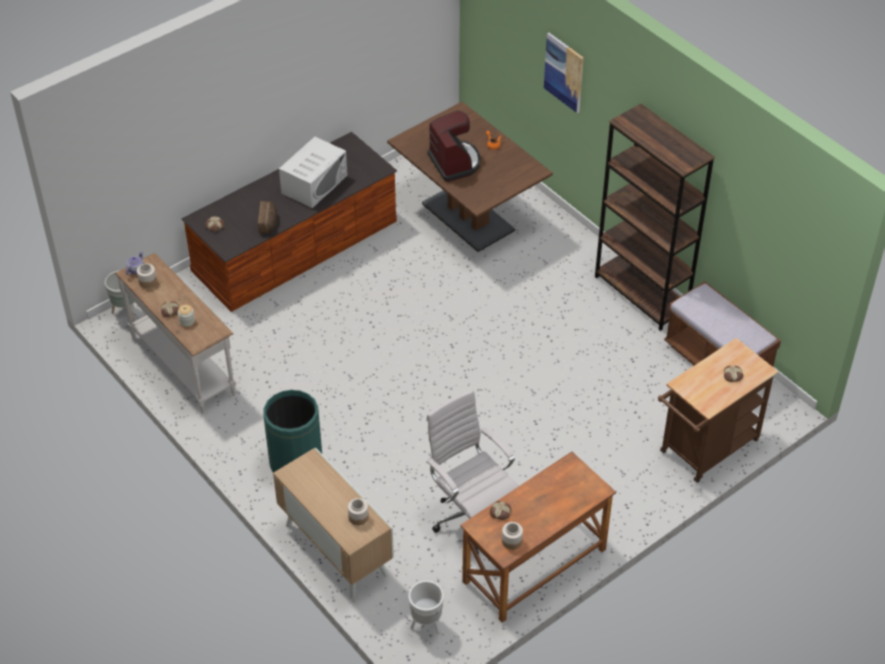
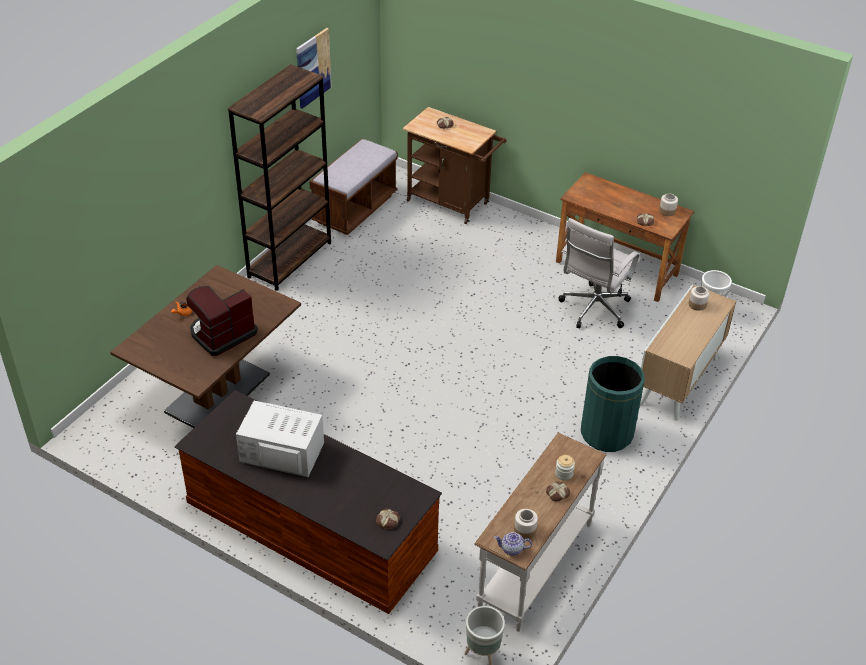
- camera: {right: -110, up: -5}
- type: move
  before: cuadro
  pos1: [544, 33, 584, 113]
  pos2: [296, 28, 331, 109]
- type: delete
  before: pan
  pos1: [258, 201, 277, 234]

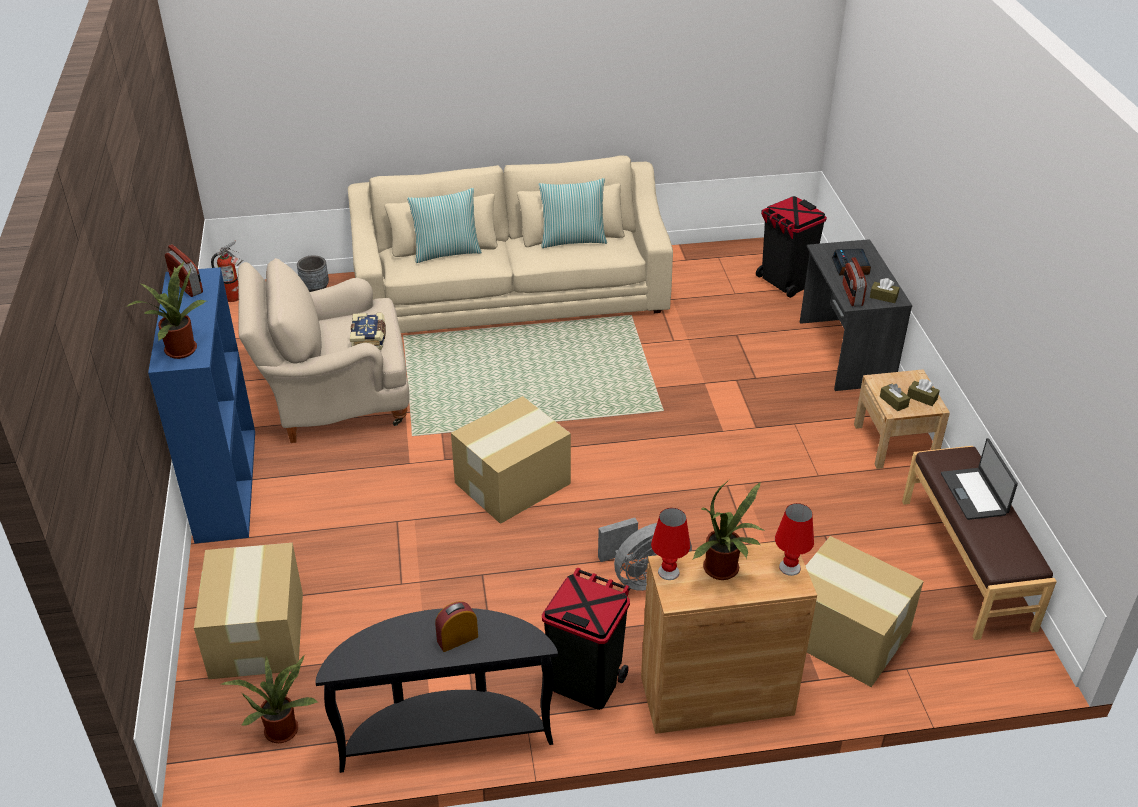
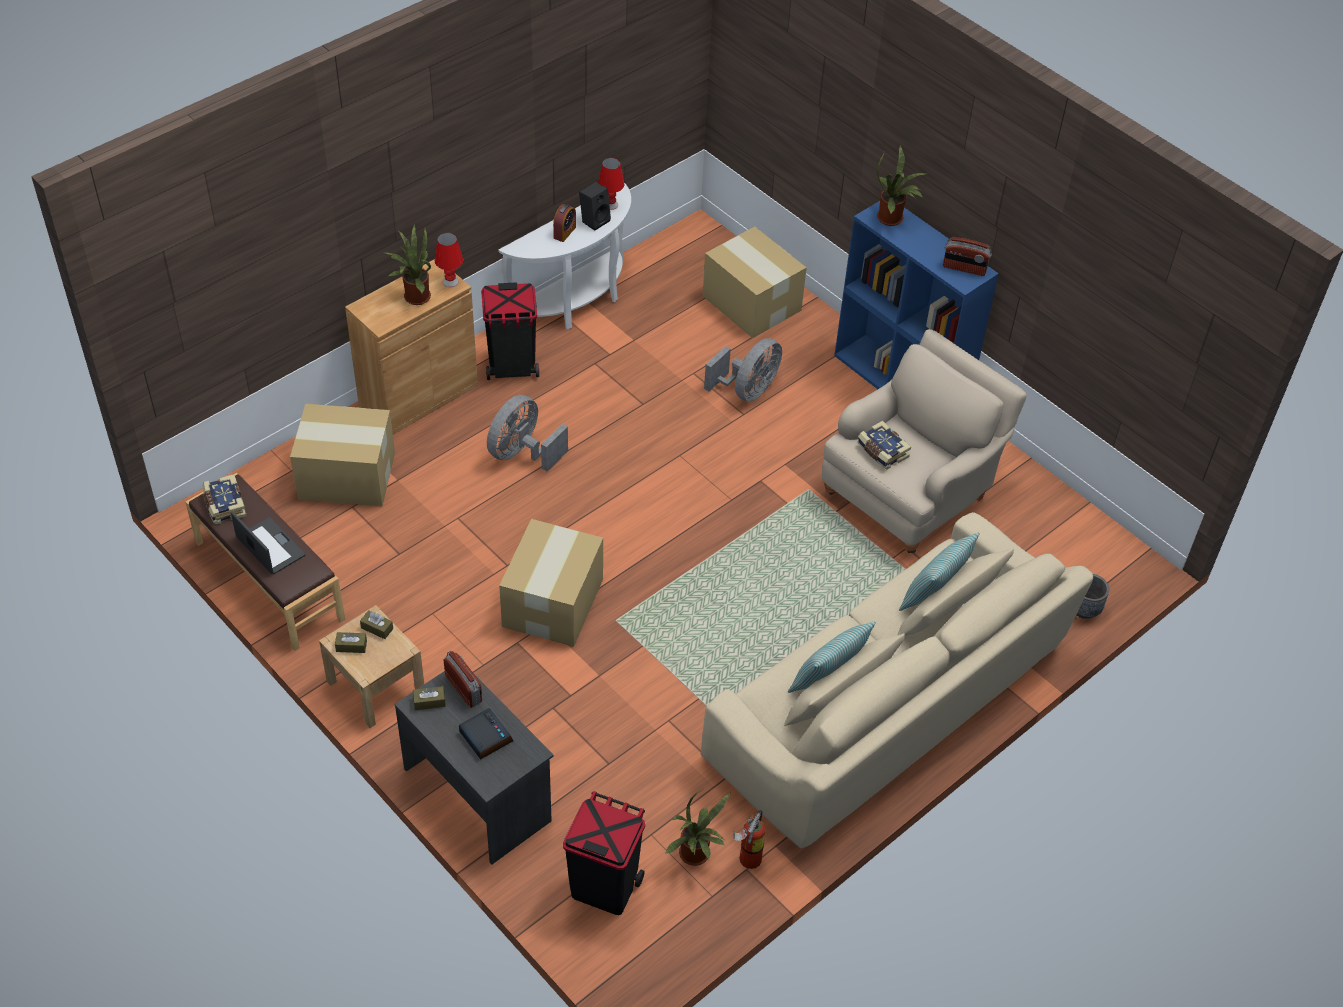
- camera: {right: 145, up: 10}
- type: insert
  after: libro
  pos2: [202, 474, 247, 524]
- type: recolor
  before: mesa consola/negro
  after: mesa consola/blanco
  pos1: [316, 608, 558, 773]
  pos2: [498, 183, 631, 329]
- type: move
  before: caja de cartón
  pos1: [451, 396, 571, 524]
  pos2: [499, 519, 603, 647]
- type: insert
  after: altavoz/negro
  pos2: [579, 182, 611, 231]
- type: move
  before: lámpara de mesa/rojo
  pos1: [775, 503, 814, 576]
  pos2: [598, 158, 624, 210]
- type: move
  before: planta en maceta
  pos1: [221, 655, 319, 743]
  pos2: [665, 789, 731, 866]
- type: insert
  after: ventilador/gris
  pos2: [704, 338, 782, 402]
- type: move
  before: extintor
  pos1: [211, 241, 243, 302]
  pos2: [733, 810, 766, 869]

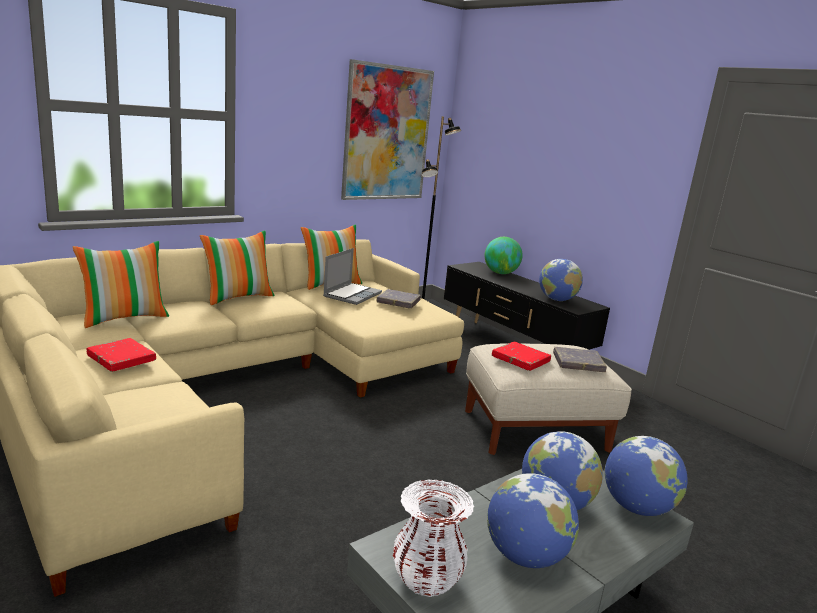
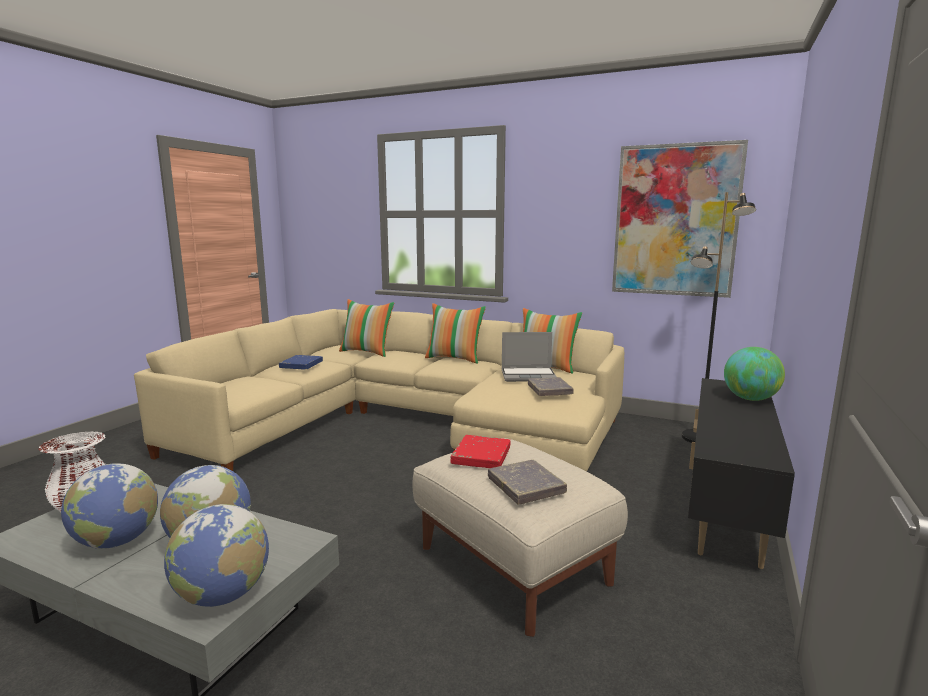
- camera: {right: 65, up: -5}
- type: recolor
  before: libro/rojo
  after: libro/azul
  pos1: [87, 338, 156, 372]
  pos2: [279, 355, 323, 370]
- type: delete
  before: globo terráqueo
  pos1: [539, 259, 583, 301]

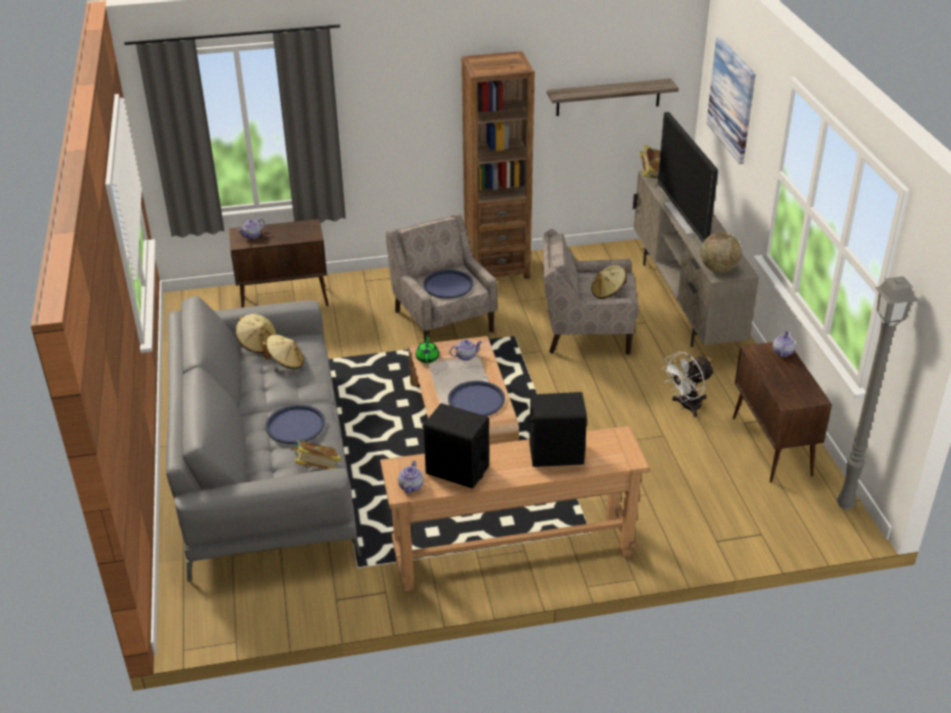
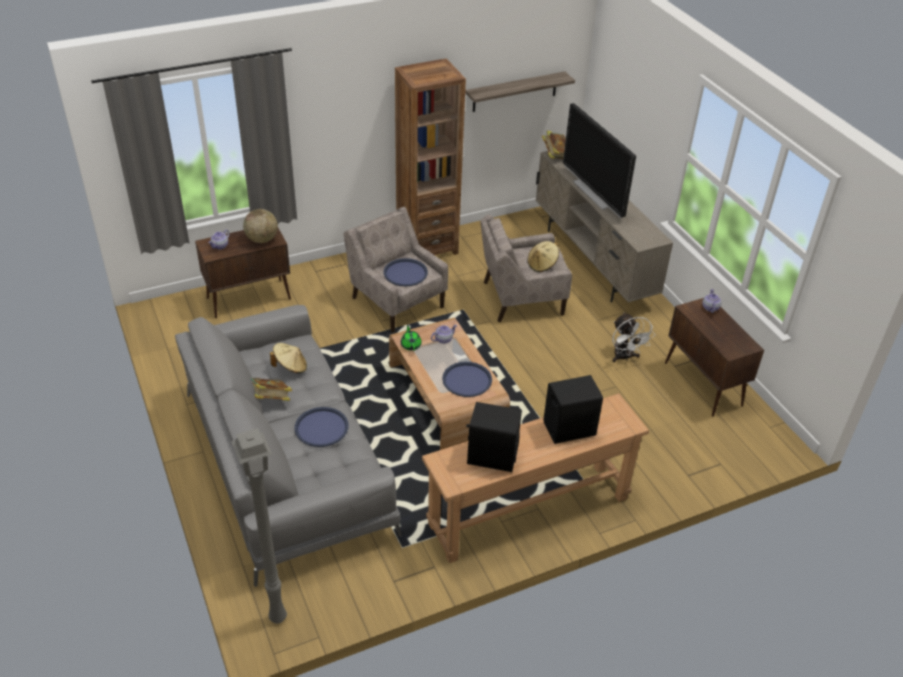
- camera: {right: -15, up: 5}
- type: move
  before: lámpara de pie/gris
  pos1: [837, 276, 918, 510]
  pos2: [231, 428, 287, 624]
- type: move
  before: globo terráqueo
  pos1: [700, 232, 742, 273]
  pos2: [243, 209, 278, 243]
- type: move
  before: libro
  pos1: [291, 440, 341, 469]
  pos2: [251, 378, 292, 401]
- type: rotate
  before: ventilador/blanco
  pos1: [662, 352, 715, 417]
  pos2: [612, 313, 655, 362]
  turn: -60
- type: delete
  before: sombrero/beis
  pos1: [236, 314, 277, 353]
- type: delete
  before: tetera
  pos1: [398, 460, 424, 493]
- type: delete
  before: cuadro
  pos1: [706, 37, 756, 164]

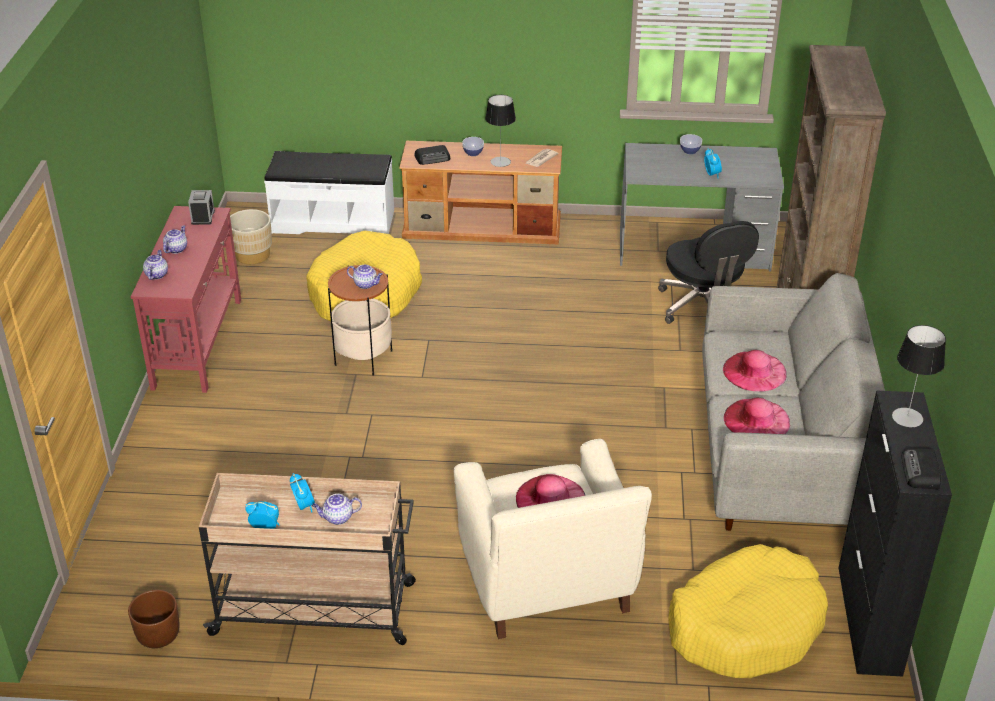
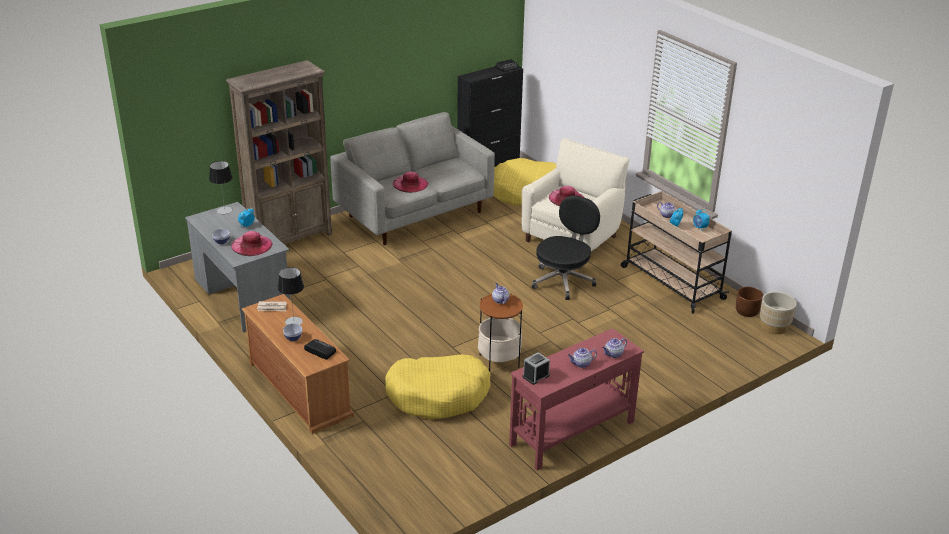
- camera: {right: -130, up: -5}
- type: move
  before: lámpara de mesa
  pos1: [892, 325, 946, 427]
  pos2: [209, 161, 233, 214]
- type: move
  before: sombrero/rosa
  pos1: [723, 398, 790, 434]
  pos2: [231, 231, 272, 256]
- type: move
  before: silla de oficina/negro
  pos1: [658, 221, 759, 324]
  pos2: [531, 195, 600, 300]
- type: move
  before: maceta/beis
  pos1: [230, 209, 272, 264]
  pos2: [760, 292, 797, 334]
- type: delete
  before: banco/blanco
  pos1: [264, 151, 394, 234]

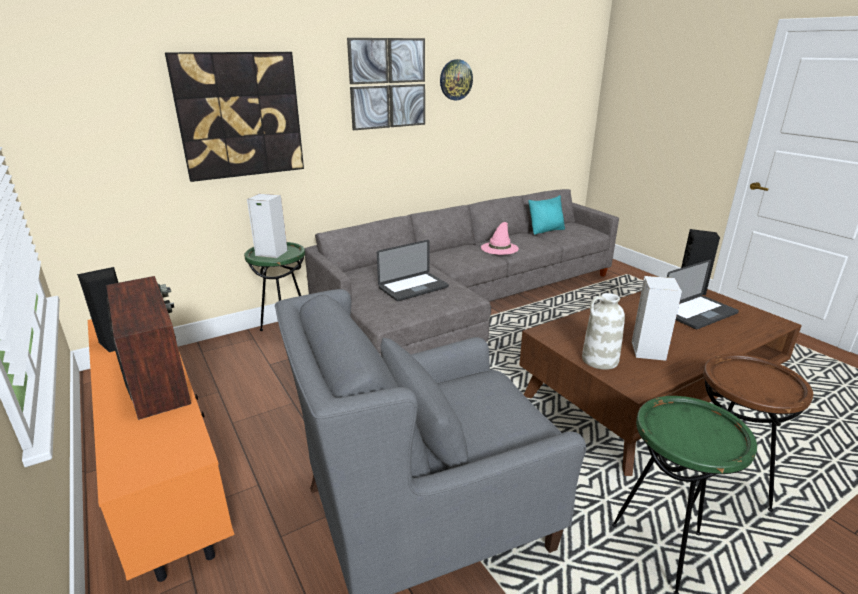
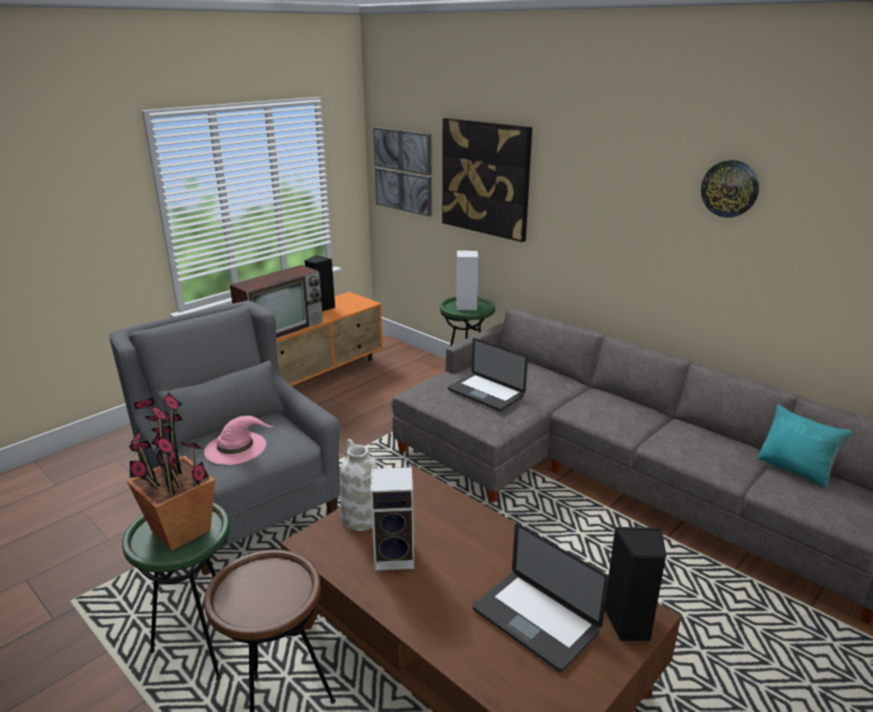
- camera: {right: 75, up: 0}
- type: insert
  after: planta en maceta
  pos2: [127, 393, 215, 551]
- type: move
  before: sombrero/rosa
  pos1: [481, 222, 519, 255]
  pos2: [204, 416, 274, 465]
- type: move
  before: cuadro
  pos1: [347, 38, 425, 130]
  pos2: [373, 127, 432, 216]

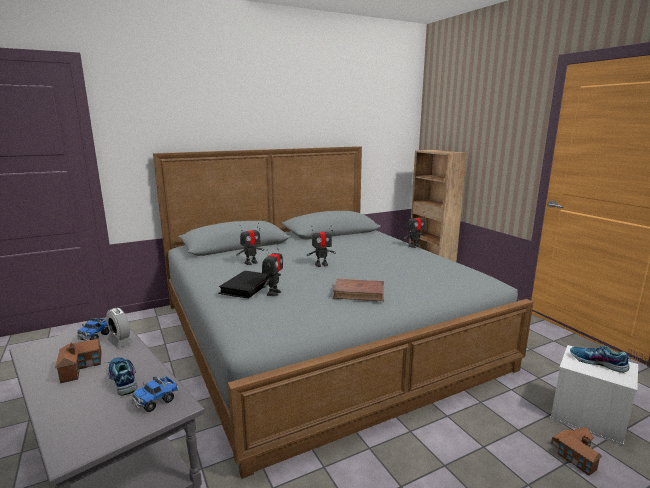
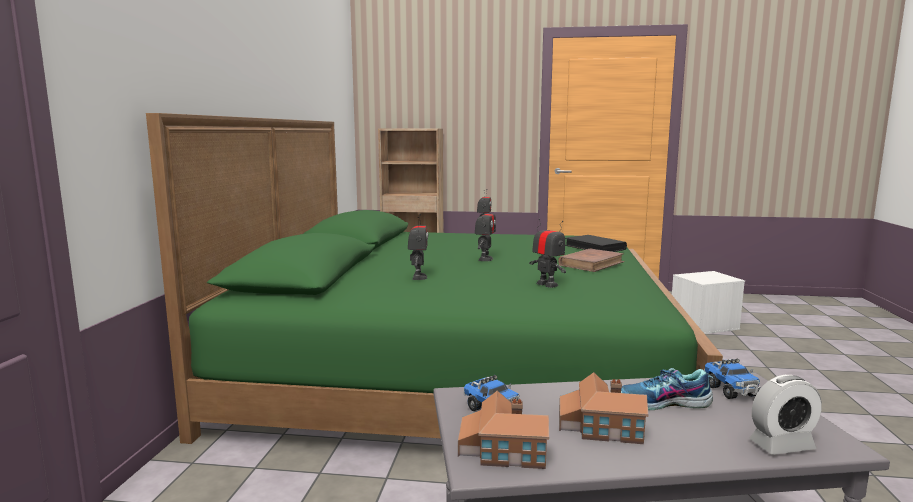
- camera: {right: -55, up: -5}
- type: recolor
  before: cama/gris
  after: cama/verde
  pos1: [153, 146, 534, 479]
  pos2: [146, 113, 723, 444]
- type: move
  before: casita
  pos1: [551, 427, 602, 476]
  pos2: [458, 390, 549, 469]
- type: move
  before: libro/negro
  pos1: [218, 271, 268, 298]
  pos2: [565, 235, 627, 252]
- type: move
  before: despertador
  pos1: [106, 308, 134, 348]
  pos2: [749, 375, 822, 455]
- type: delete
  before: zapato
  pos1: [570, 346, 631, 373]

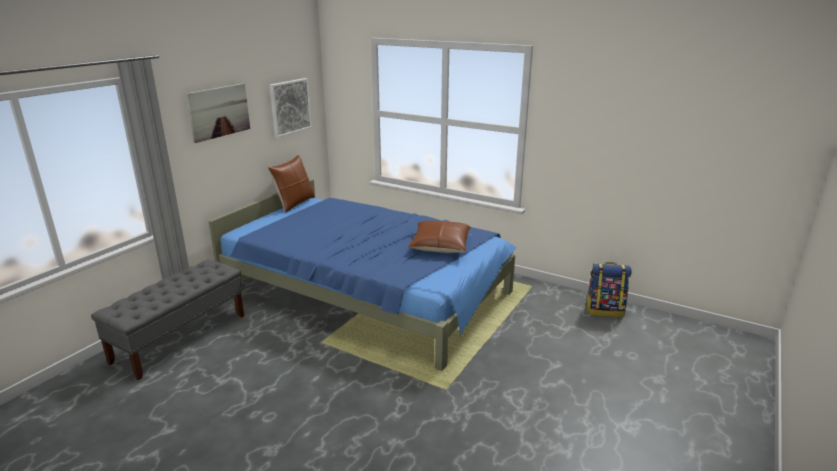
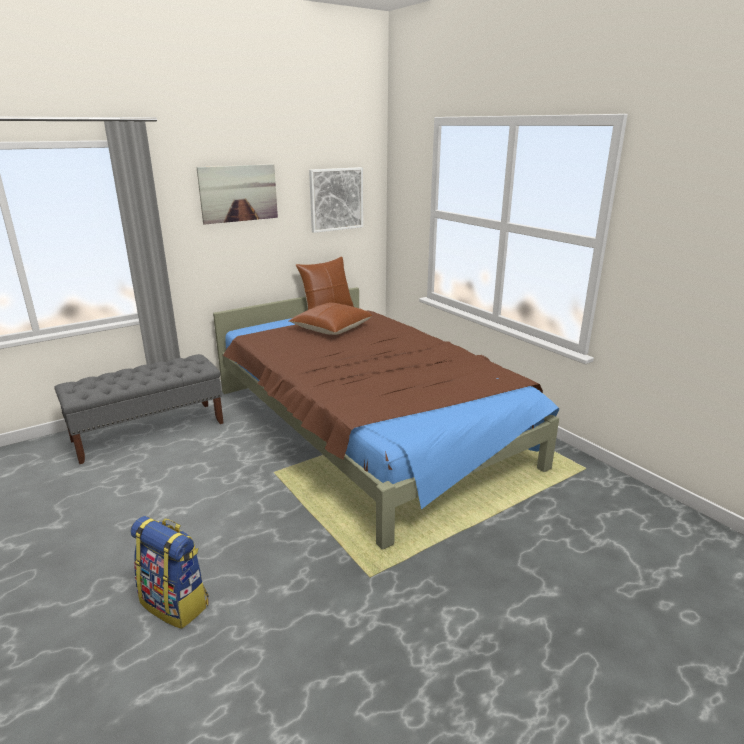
- camera: {right: 25, up: 0}
- type: move
  before: mochila
  pos1: [586, 262, 632, 317]
  pos2: [130, 516, 209, 629]
- type: recolor
  before: cama/azul
  after: cama/marrón
  pos1: [208, 179, 517, 371]
  pos2: [213, 287, 559, 550]
- type: move
  before: cojín/marrón
  pos1: [407, 221, 471, 253]
  pos2: [289, 303, 373, 335]

